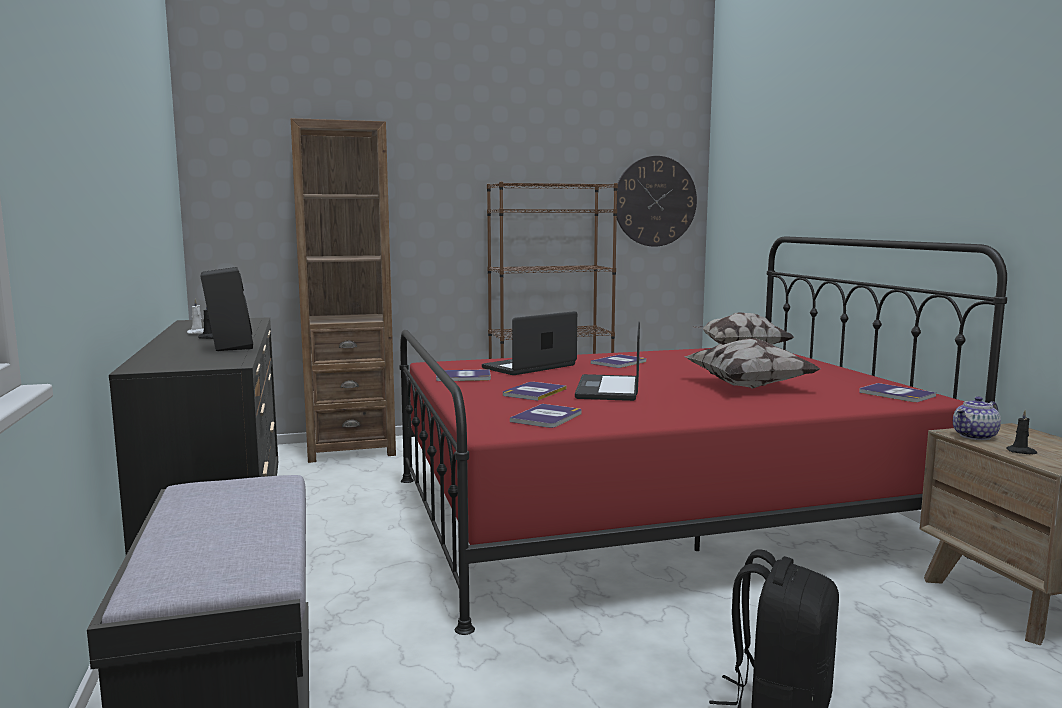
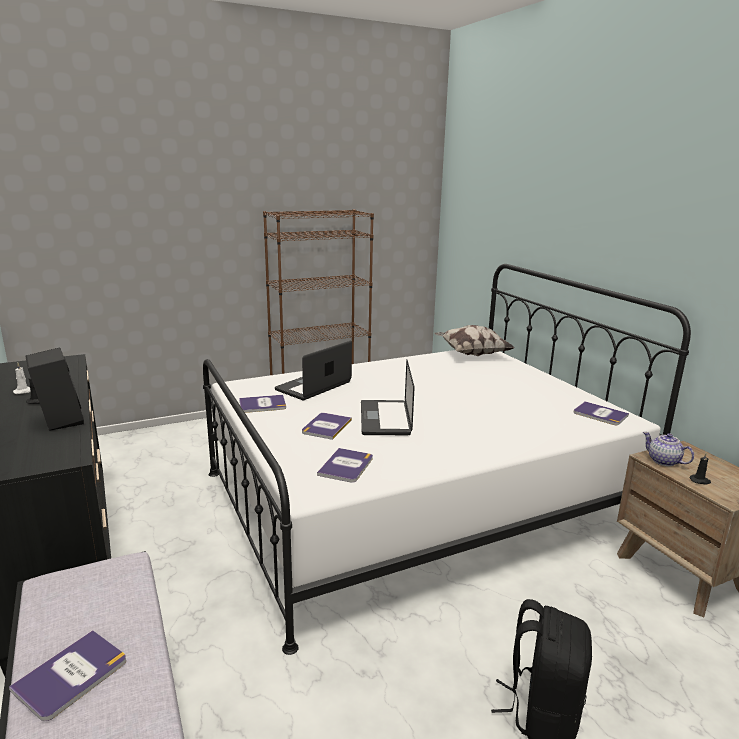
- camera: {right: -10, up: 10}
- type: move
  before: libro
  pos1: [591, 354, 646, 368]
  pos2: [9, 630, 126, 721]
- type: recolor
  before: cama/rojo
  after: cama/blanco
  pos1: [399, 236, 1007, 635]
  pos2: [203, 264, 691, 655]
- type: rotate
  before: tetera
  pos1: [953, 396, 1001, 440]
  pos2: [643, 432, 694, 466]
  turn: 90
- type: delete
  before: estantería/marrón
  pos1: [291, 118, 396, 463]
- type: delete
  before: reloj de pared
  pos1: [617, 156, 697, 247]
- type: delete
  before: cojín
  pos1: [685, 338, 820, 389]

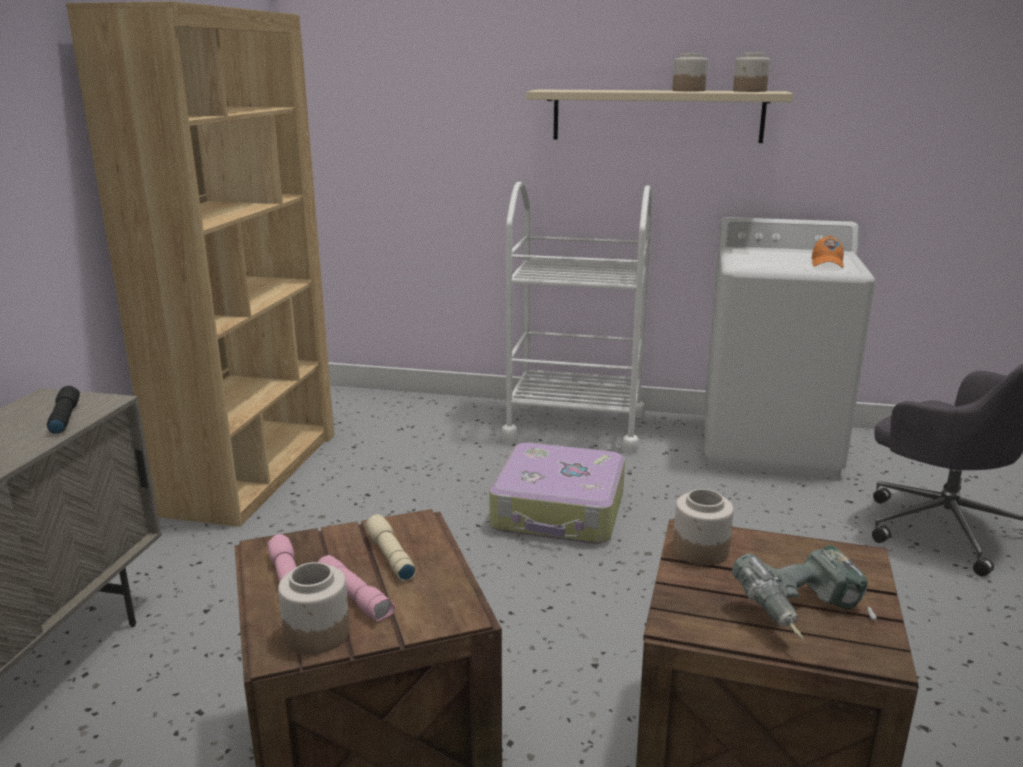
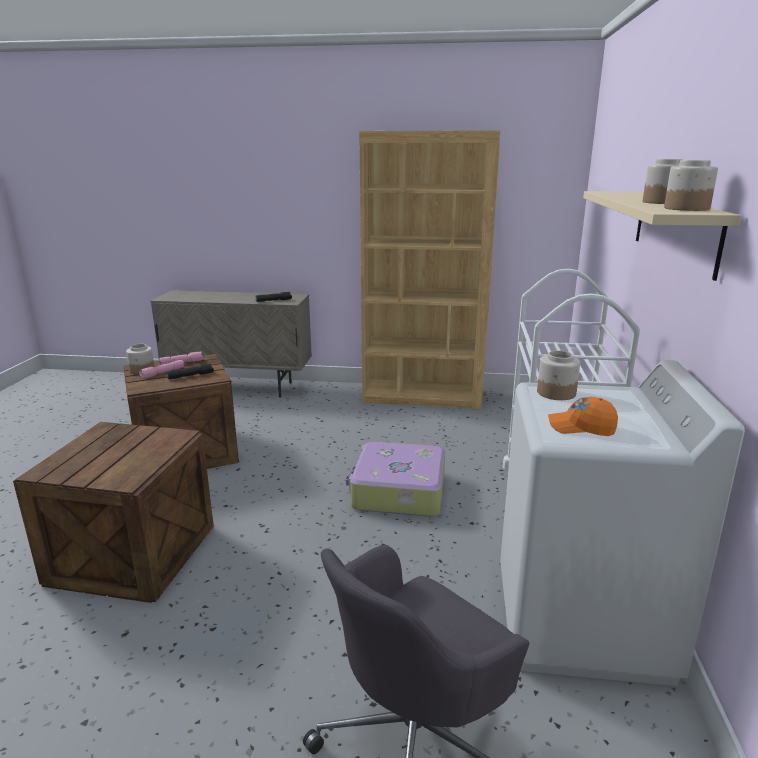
- camera: {right: 85, up: 0}
- type: recolor
  before: linterna/beis
  after: linterna/negro
  pos1: [365, 514, 415, 581]
  pos2: [166, 363, 214, 379]
- type: move
  before: tarro
  pos1: [673, 489, 734, 566]
  pos2: [537, 351, 580, 400]
- type: delete
  before: taladro
  pos1: [732, 545, 877, 639]

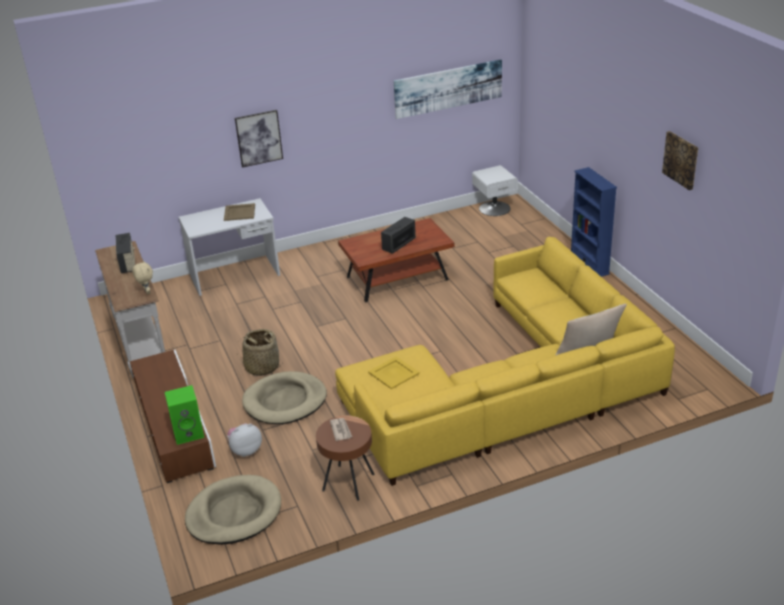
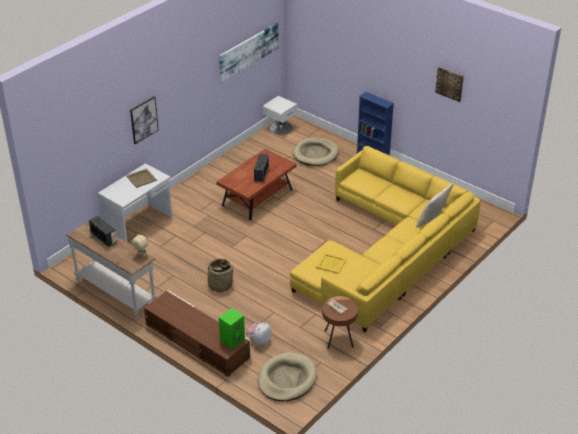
- camera: {right: -30, up: 5}
- type: move
  before: cama para perro/beis
  pos1: [242, 371, 327, 424]
  pos2: [293, 137, 339, 166]

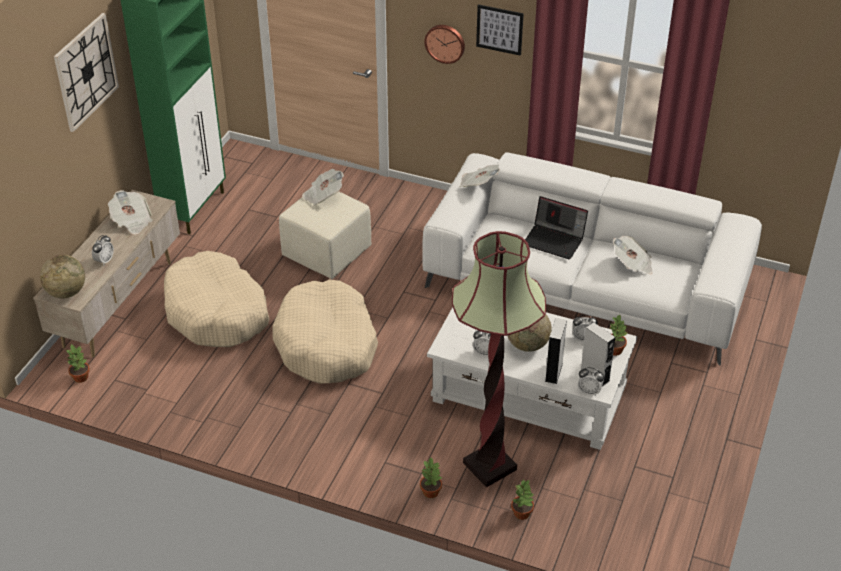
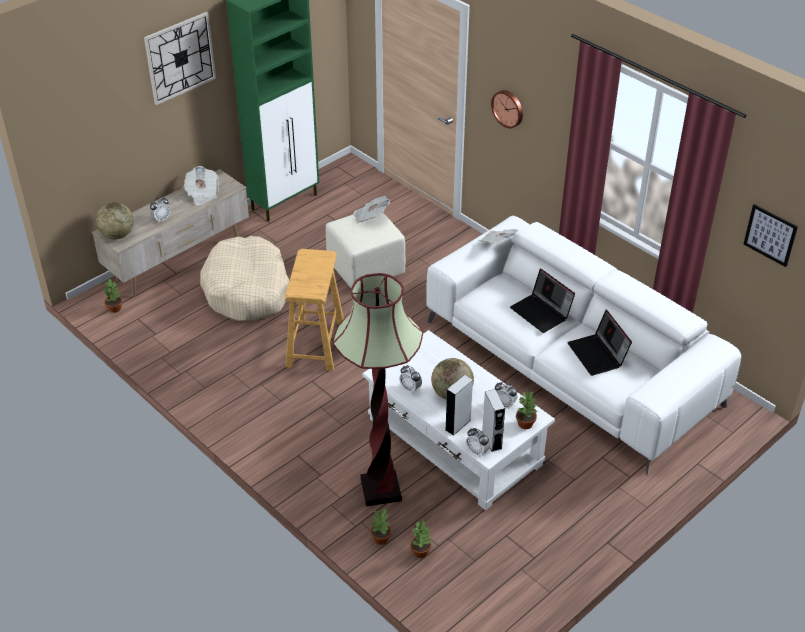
- camera: {right: 25, up: 0}
- type: replace
  before: cama para perro/beis
  after: taburete/beis
  pos1: [273, 280, 378, 384]
  pos2: [285, 249, 344, 371]
- type: move
  before: planta en maceta
  pos1: [420, 458, 442, 498]
  pos2: [410, 520, 432, 558]
- type: replace
  before: periódico
  after: portátil
  pos1: [613, 236, 653, 274]
  pos2: [567, 310, 632, 376]
- type: move
  before: cuadro
  pos1: [476, 4, 524, 56]
  pos2: [744, 204, 798, 267]

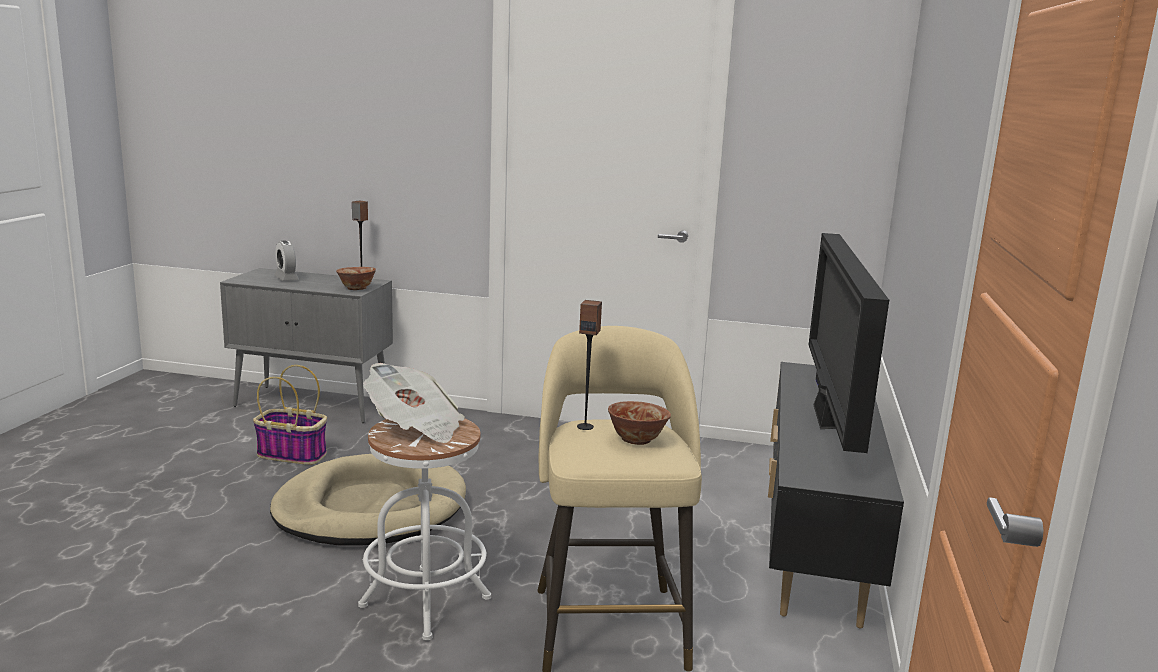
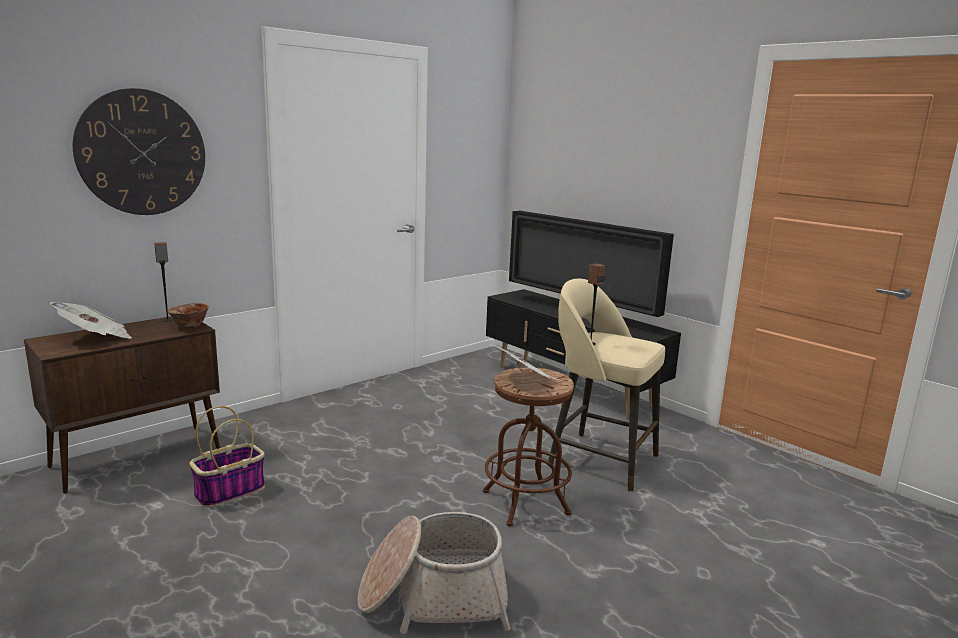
- camera: {right: -55, up: 0}
- type: recolor
  before: armario/gris
  after: armario/marrón
  pos1: [220, 268, 393, 423]
  pos2: [24, 316, 220, 494]
- type: replace
  before: despertador
  after: periódico
  pos1: [274, 240, 299, 281]
  pos2: [50, 302, 132, 338]
- type: insert
  after: reloj de pared
  pos2: [73, 88, 205, 215]
- type: insert
  after: cesta
  pos2: [357, 512, 511, 634]
- type: recolor
  before: taburete/blanco
  after: taburete/marrón
  pos1: [358, 418, 491, 640]
  pos2: [483, 367, 574, 526]
- type: delete
  before: cama para perro/beis
  pos1: [270, 454, 466, 546]
- type: delete
  before: cuenco
  pos1: [608, 401, 671, 445]

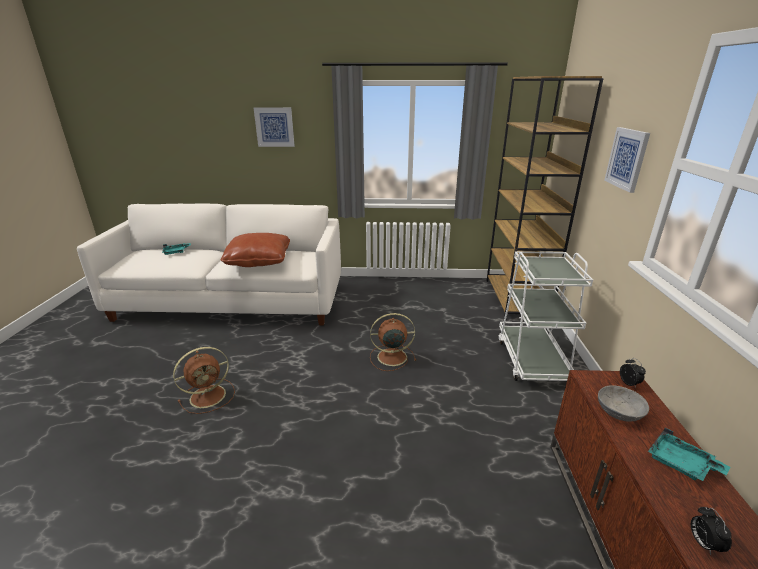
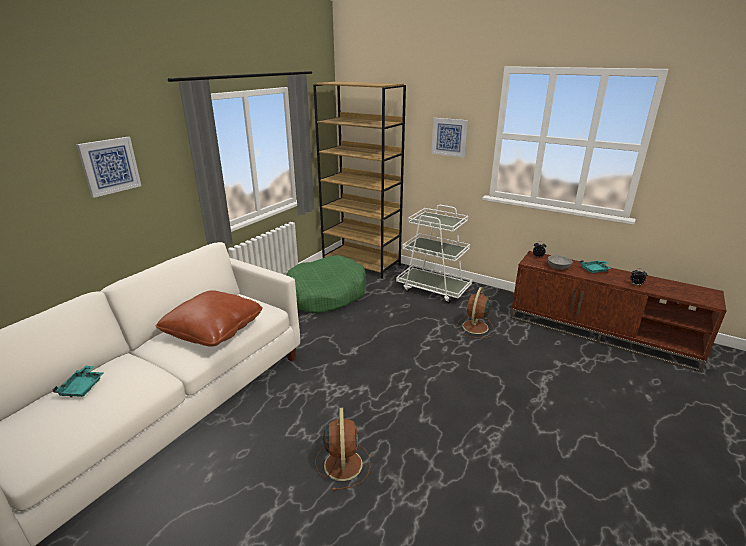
- camera: {right: -60, up: 0}
- type: insert
  after: cama para perro/verde
  pos2: [286, 255, 366, 313]
- type: move
  before: ventilador/marrón
  pos1: [370, 313, 416, 371]
  pos2: [457, 287, 494, 338]

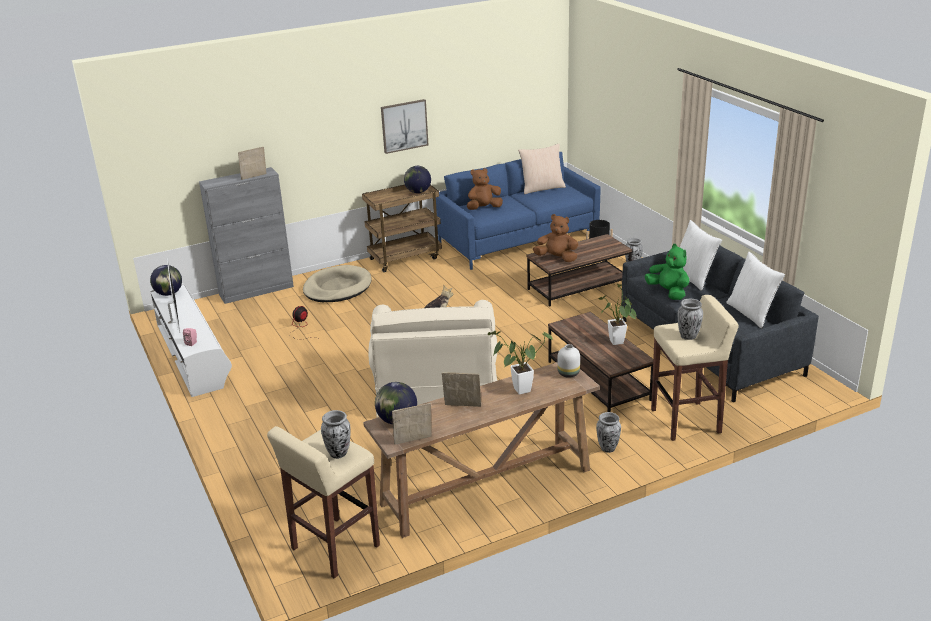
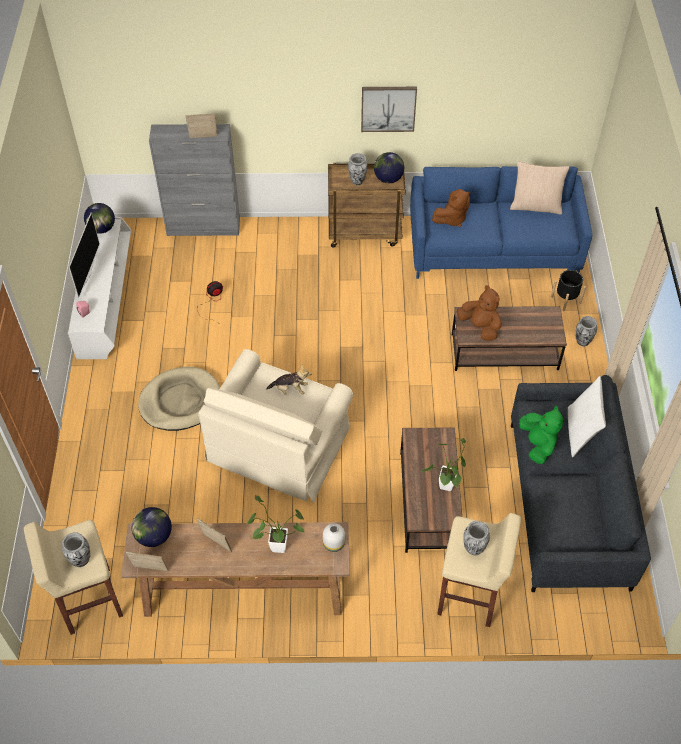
- camera: {right: 25, up: 25}
- type: move
  before: cama para perro/beis
  pos1: [303, 265, 372, 302]
  pos2: [138, 367, 220, 431]
- type: move
  before: florero
  pos1: [596, 412, 621, 453]
  pos2: [348, 153, 368, 185]
- type: rotate
  before: peluche/marrón
  pos1: [467, 168, 503, 210]
  pos2: [432, 189, 470, 227]
  turn: 150
- type: delete
  before: cojín/blanco
  pos1: [726, 252, 785, 329]

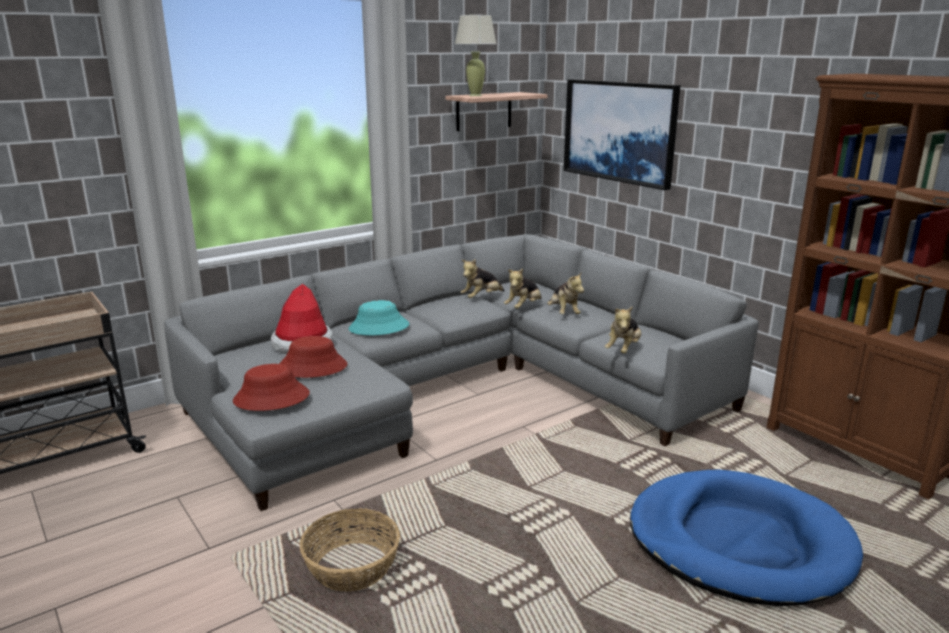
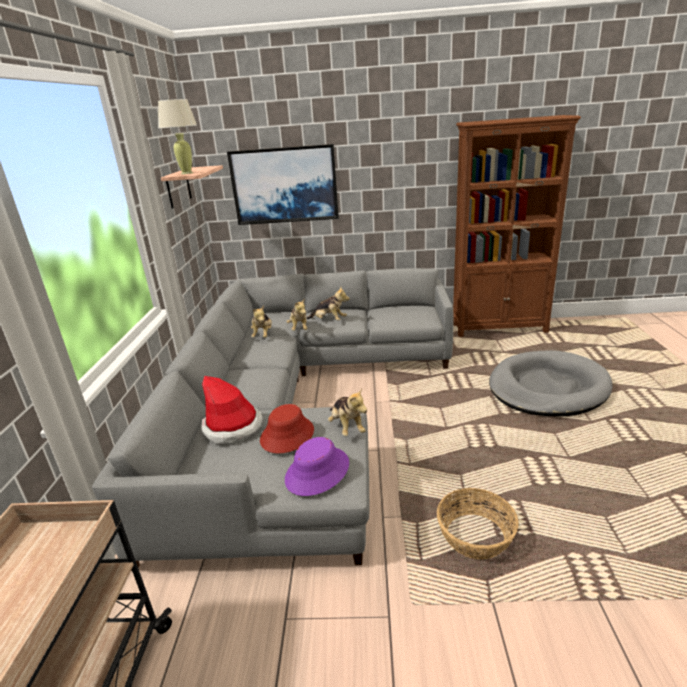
- camera: {right: -50, up: 5}
- type: recolor
  before: sombrero/rojo
  after: sombrero/morado
  pos1: [233, 364, 310, 411]
  pos2: [285, 437, 349, 496]
- type: move
  before: peluche
  pos1: [604, 306, 641, 353]
  pos2: [328, 388, 367, 436]
- type: recolor
  before: cama para perro/azul
  after: cama para perro/gris
  pos1: [630, 470, 863, 606]
  pos2: [489, 350, 613, 417]
- type: delete
  before: sombrero/turquesa
  pos1: [349, 300, 409, 335]

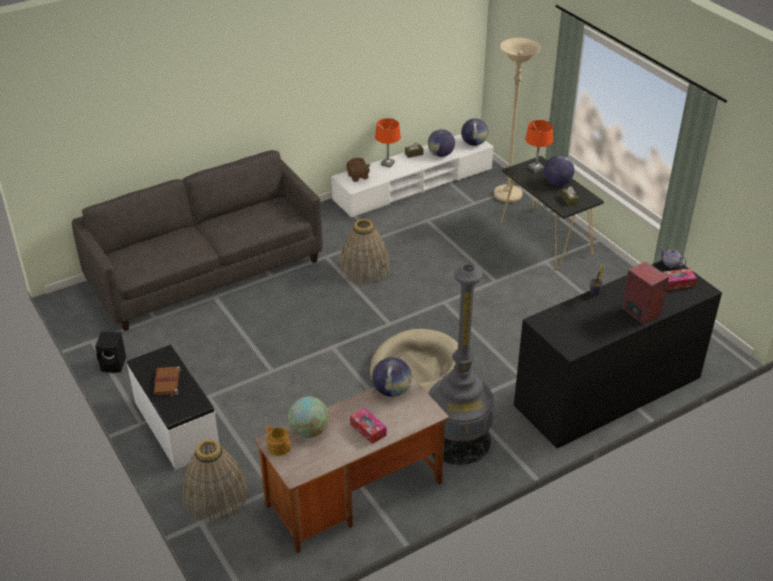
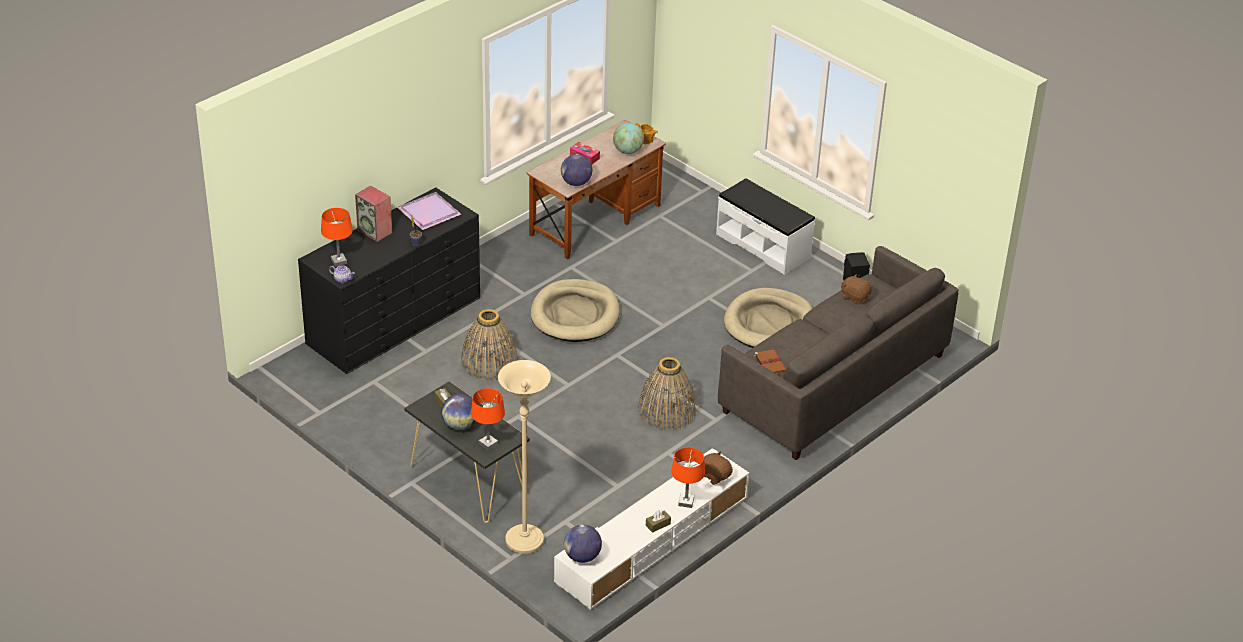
- camera: {right: 165, up: 0}
- type: replace
  before: caja de pañuelos
  after: lámpara de mesa/naranja
  pos1: [662, 269, 697, 290]
  pos2: [321, 208, 353, 267]
- type: insert
  after: bandeja/morado
  pos2: [397, 192, 461, 230]
- type: move
  before: cesta
  pos1: [182, 439, 248, 522]
  pos2: [461, 309, 518, 381]
- type: insert
  after: cama para perro/beis
  pos2: [724, 288, 813, 348]
- type: move
  before: libro/marrón
  pos1: [153, 366, 181, 397]
  pos2: [754, 349, 786, 374]
- type: insert
  after: peluche/marrón
  pos2: [841, 274, 872, 305]
- type: delete
  before: globo terráqueo
  pos1: [428, 129, 455, 157]
- type: delete
  before: lámpara de pie/gris
  pos1: [428, 264, 494, 465]

